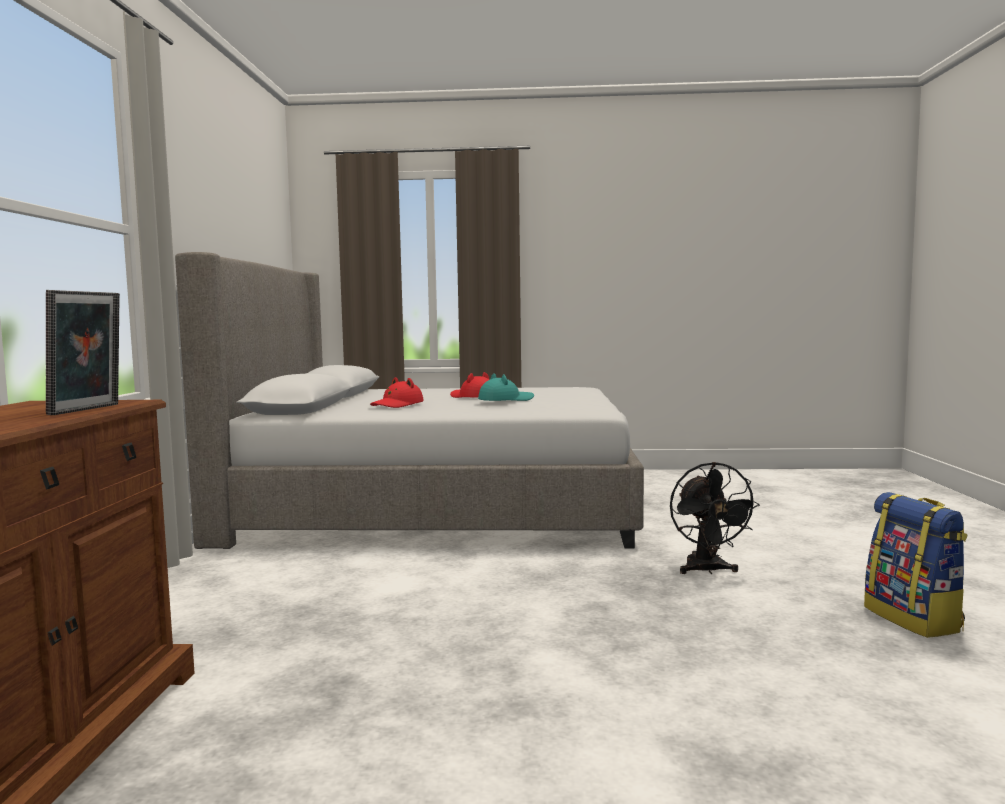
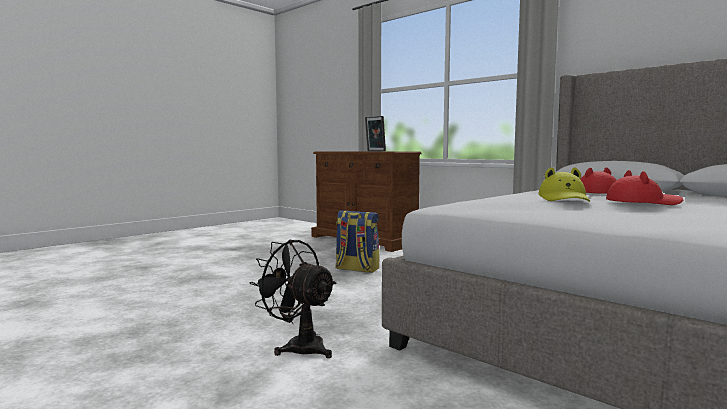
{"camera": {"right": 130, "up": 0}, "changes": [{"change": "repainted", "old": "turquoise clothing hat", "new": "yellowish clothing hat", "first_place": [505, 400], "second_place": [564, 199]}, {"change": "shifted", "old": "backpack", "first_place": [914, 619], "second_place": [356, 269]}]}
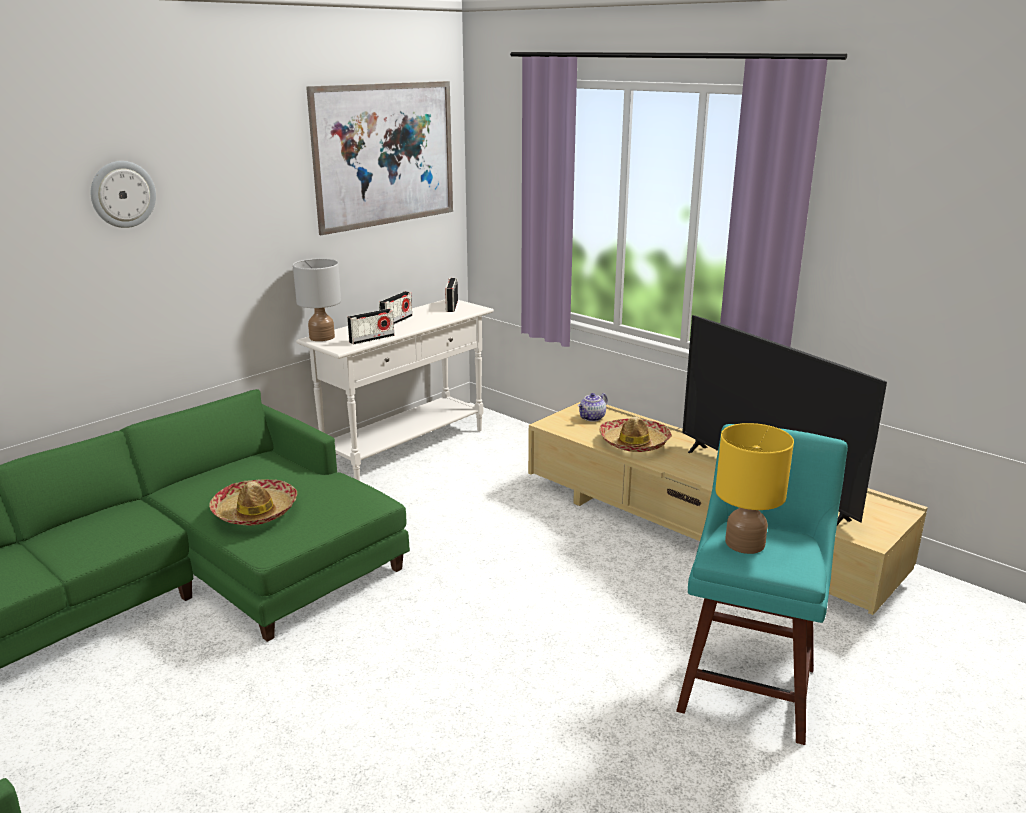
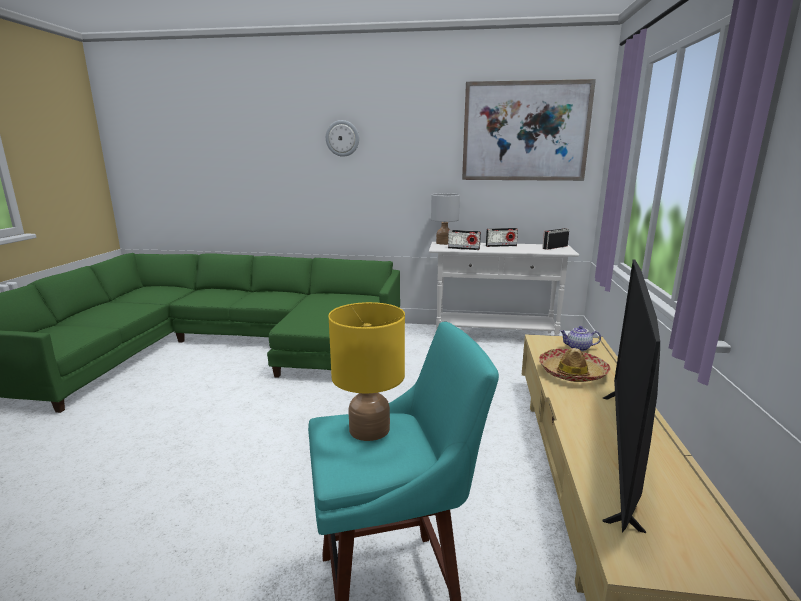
{"camera": {"right": 55, "up": -5}, "changes": [{"change": "gone", "old": "clothing hat", "first_place": [255, 511]}]}
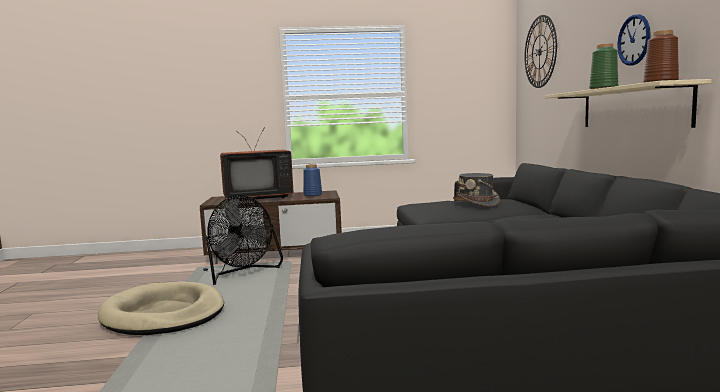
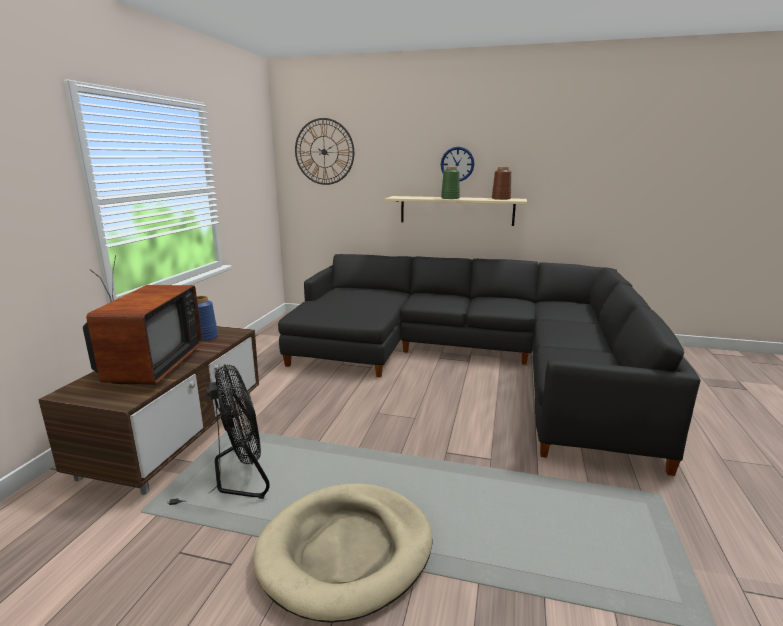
{"camera": {"right": -70, "up": 10}, "changes": [{"change": "gone", "old": "greyish clothing hat", "first_place": [476, 203]}]}
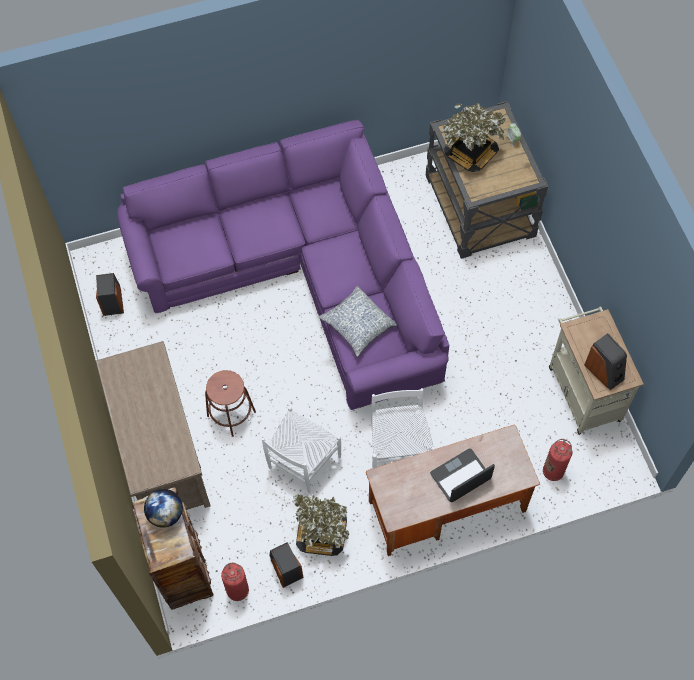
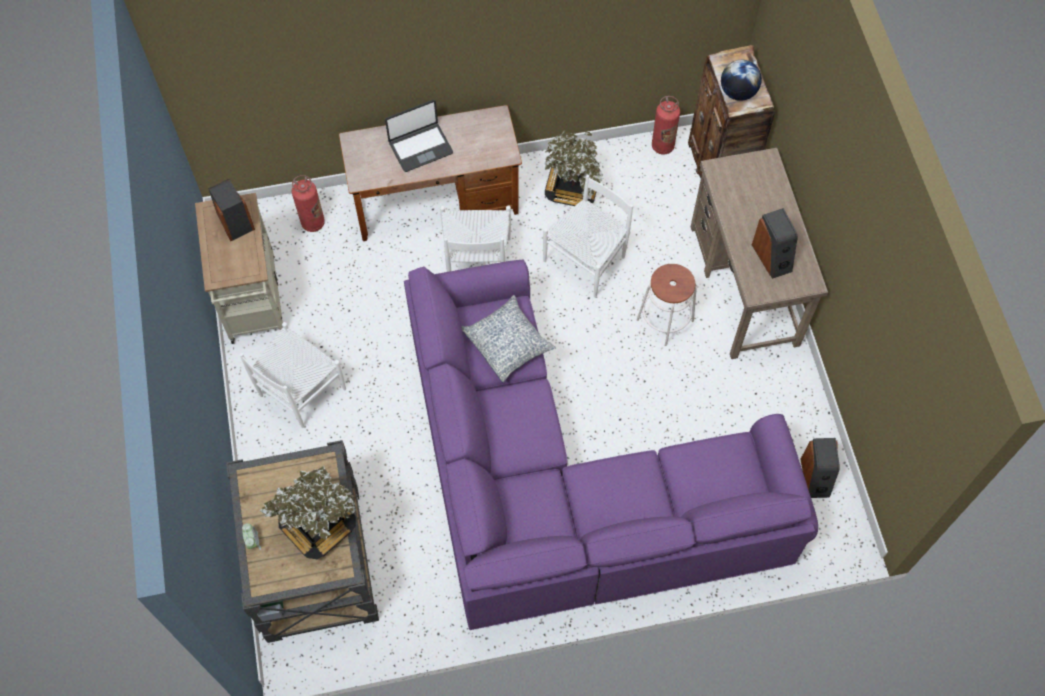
{"camera": {"right": -175, "up": 0}, "changes": [{"change": "repainted", "old": "brown-coloured stool", "new": "white-coloured stool", "first_place": [231, 414], "second_place": [665, 320]}, {"change": "shifted", "old": "audio speaker", "first_place": [285, 567], "second_place": [772, 257]}, {"change": "new", "new": "white-coloured chair", "second_place": [300, 391]}]}
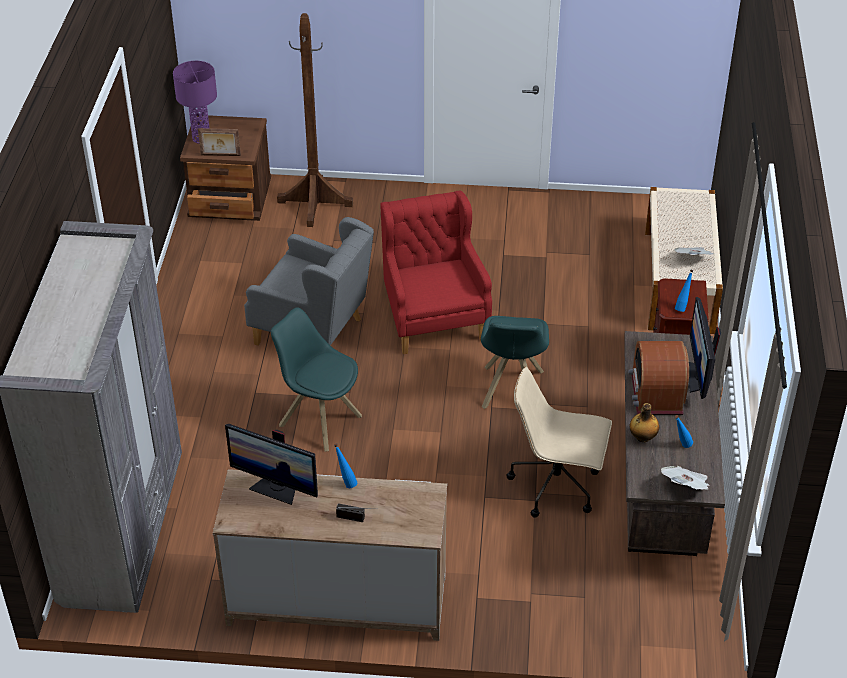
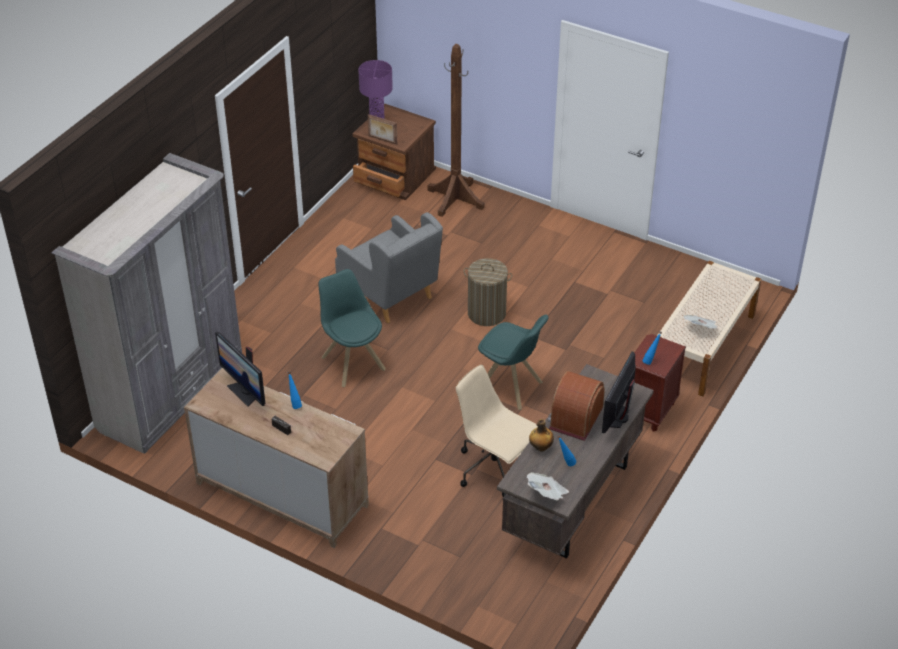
{"camera": {"right": 25, "up": 0}, "changes": [{"change": "swapped", "old": "reddish easy chair", "new": "washing basket", "first_place": [433, 317], "second_place": [487, 313]}, {"change": "rotated", "old": "turquoise chair", "first_place": [512, 390], "second_place": [510, 387], "degrees": -90}]}
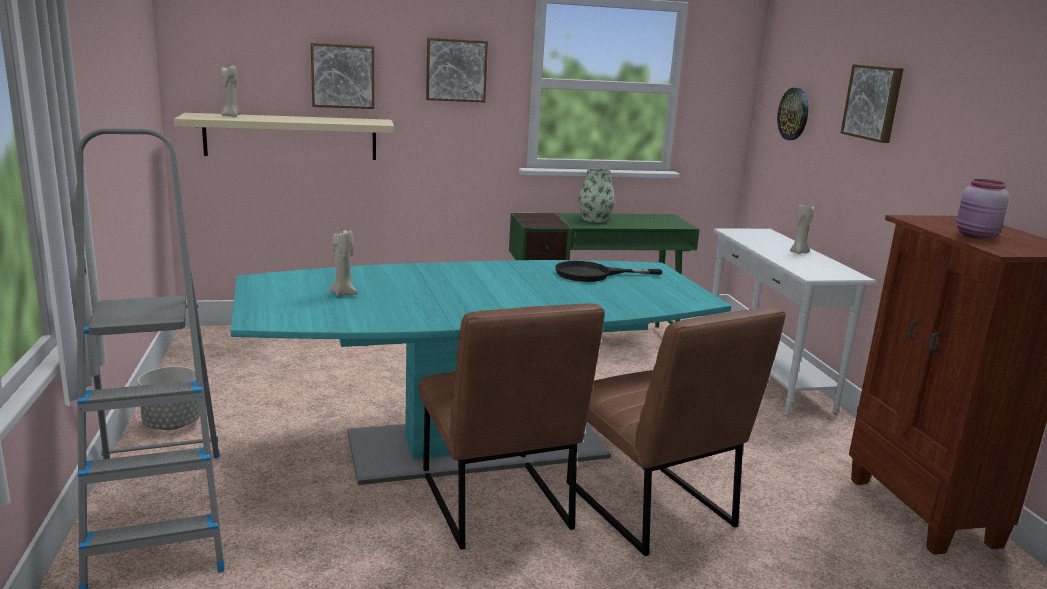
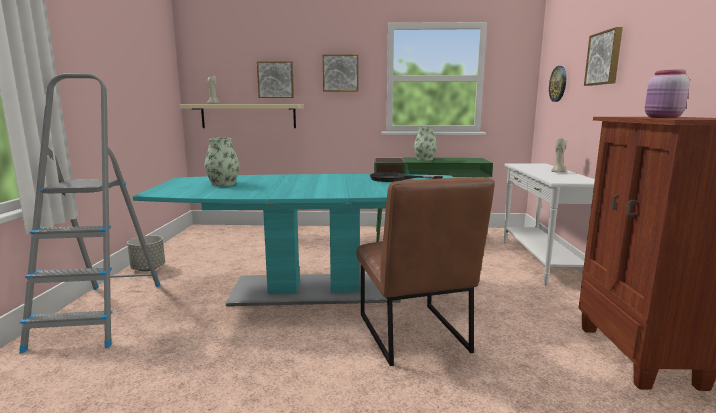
{"camera": {"right": 15, "up": -5}, "changes": [{"change": "swapped", "old": "beige wax candle", "new": "decorative vase", "first_place": [343, 293], "second_place": [223, 184]}, {"change": "gone", "old": "brown-coloured chair", "first_place": [495, 503]}]}
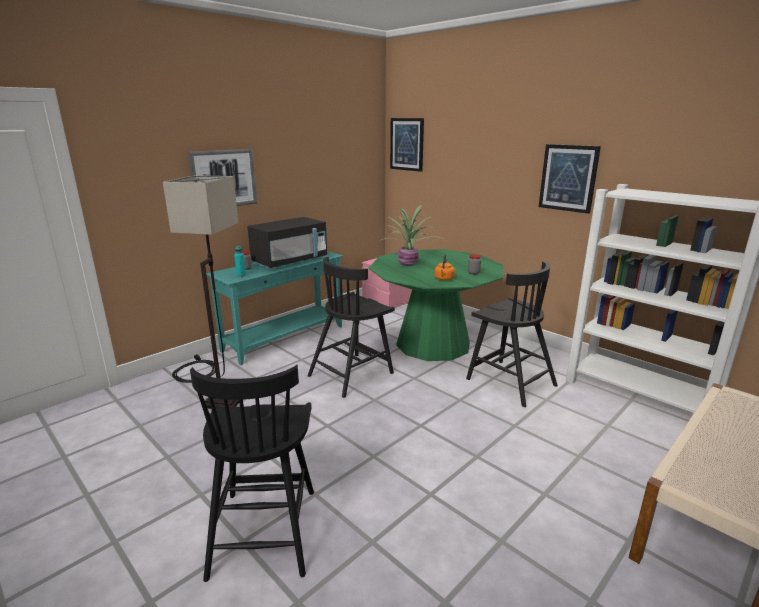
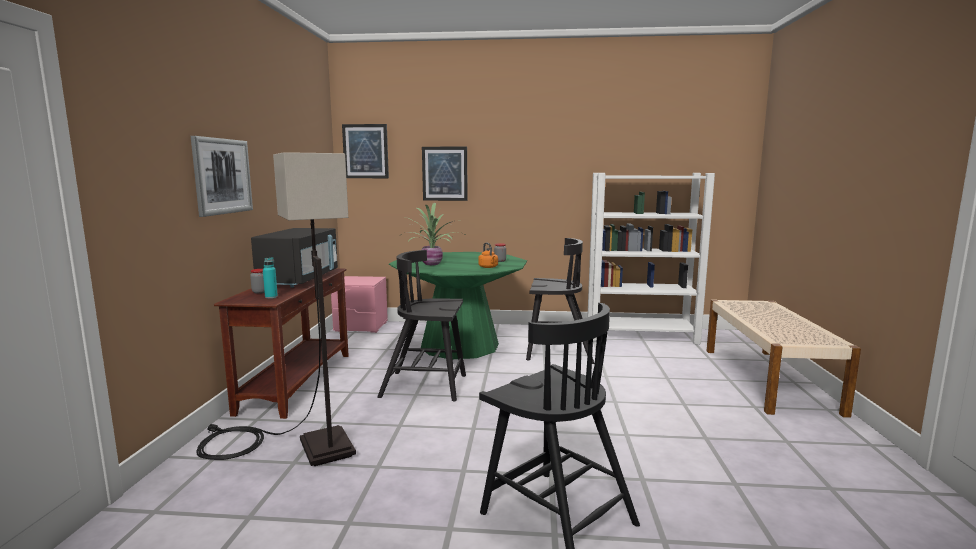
{"camera": {"right": -40, "up": -10}, "changes": [{"change": "shifted", "old": "picture", "first_place": [568, 178], "second_place": [445, 173]}, {"change": "repainted", "old": "turquoise narrow table", "new": "brown-coloured narrow table", "first_place": [284, 338], "second_place": [297, 381]}, {"change": "rotated", "old": "black-coloured chair", "first_place": [352, 373], "second_place": [426, 386], "degrees": 90}]}
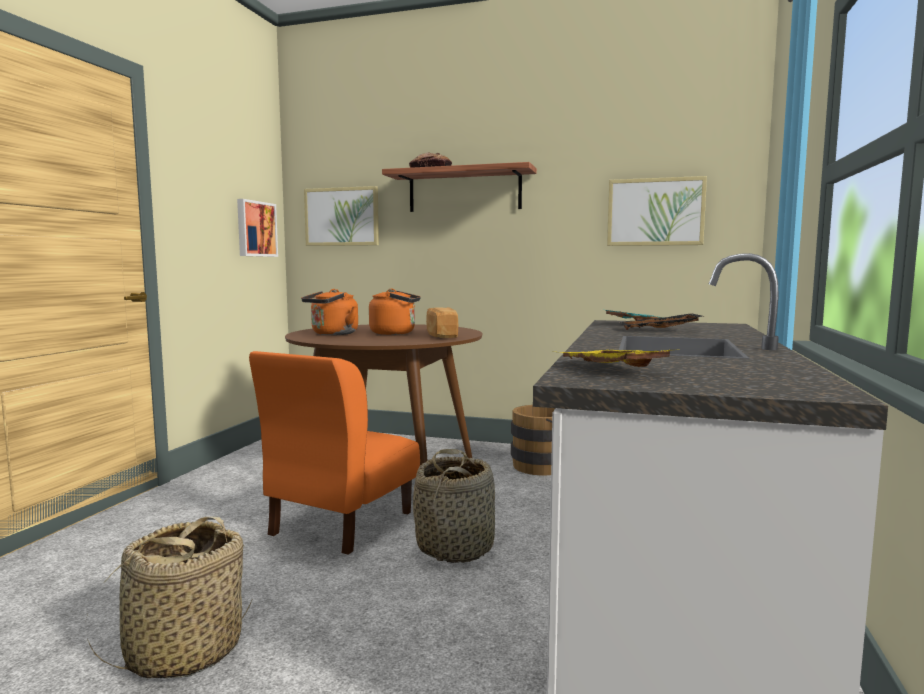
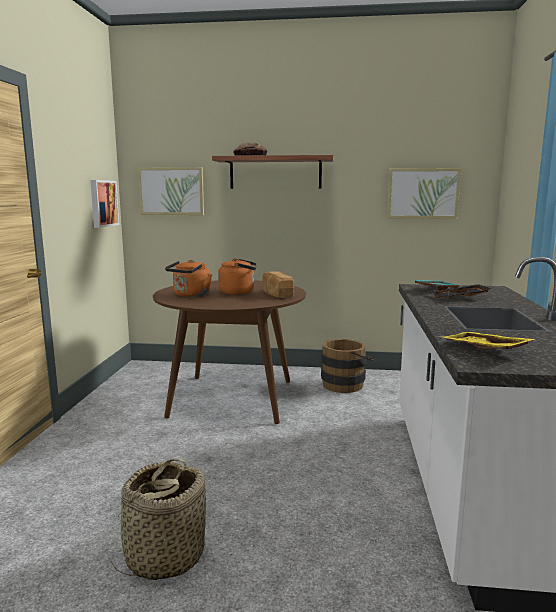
{"camera": {"right": -10, "up": 5}, "changes": [{"change": "gone", "old": "orangey chair", "first_place": [340, 523]}, {"change": "gone", "old": "basket", "first_place": [455, 546]}]}
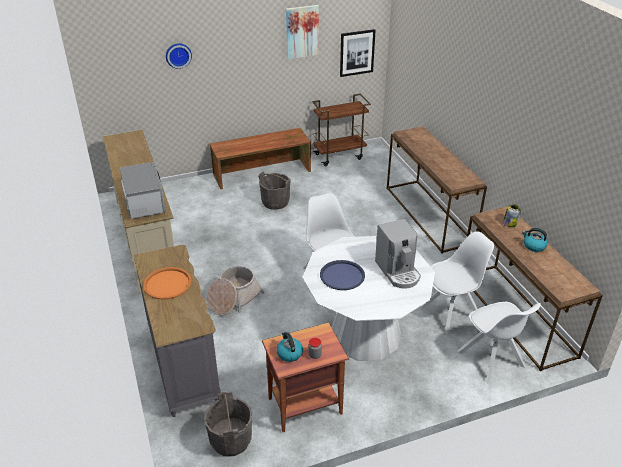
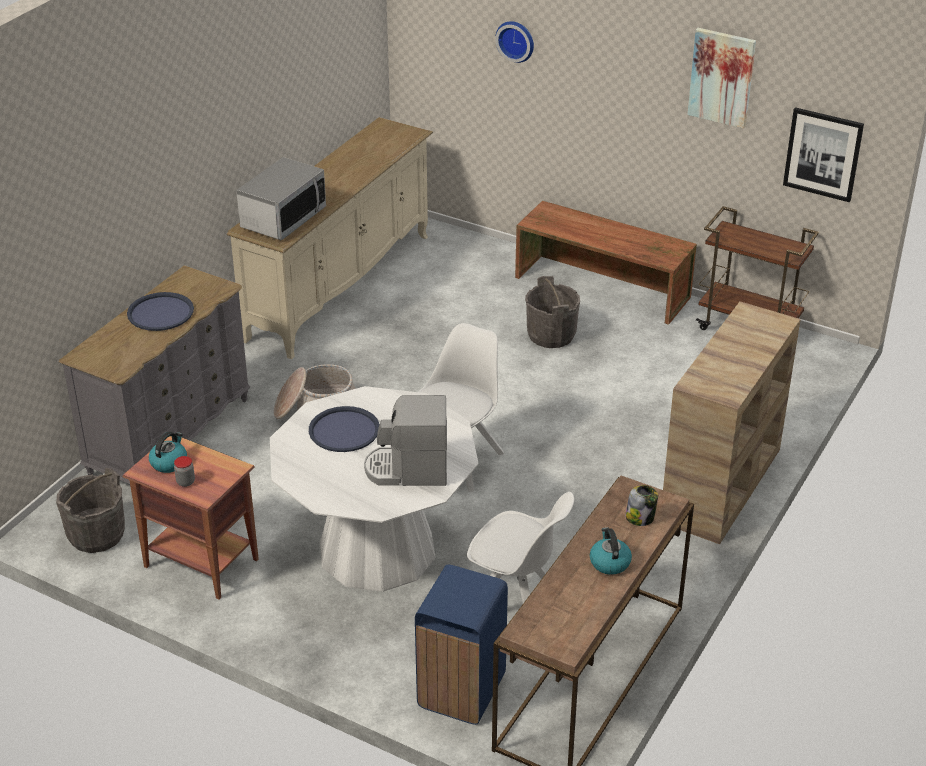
{"camera": {"right": 50, "up": 0}, "changes": [{"change": "swapped", "old": "brown-coloured narrow table", "new": "brown-coloured bookshelf", "first_place": [429, 215], "second_place": [722, 485]}, {"change": "rotated", "old": "coffee maker", "first_place": [398, 271], "second_place": [408, 470], "degrees": 60}, {"change": "repainted", "old": "orangey carrying tray", "new": "blue-coloured carrying tray", "first_place": [167, 284], "second_place": [160, 313]}, {"change": "swapped", "old": "white-coloured chair", "new": "blue-coloured waste bin", "first_place": [491, 360], "second_place": [460, 691]}]}
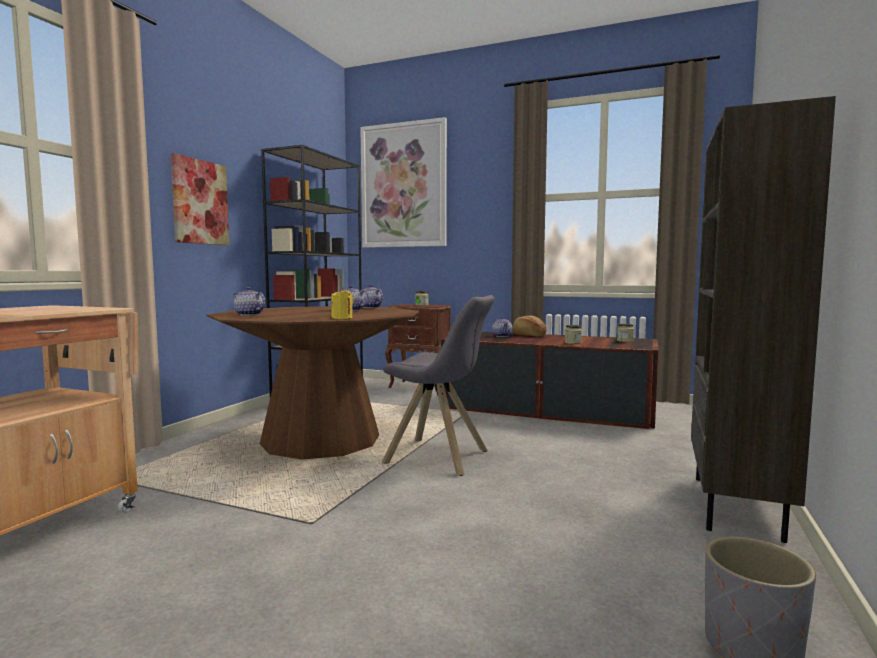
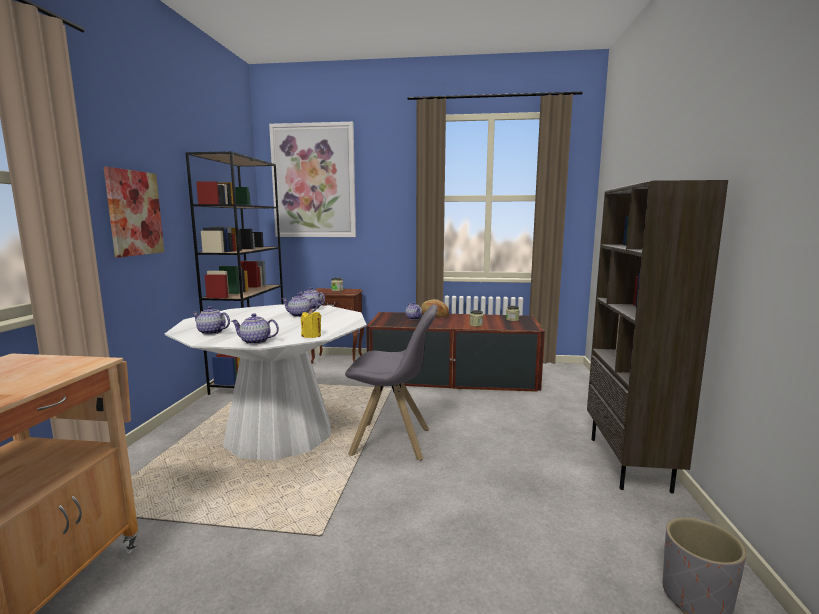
{"camera": {"right": -15, "up": 5}, "changes": [{"change": "repainted", "old": "brown-coloured kitchen table", "new": "white-coloured kitchen table", "first_place": [320, 440], "second_place": [279, 434]}, {"change": "new", "new": "tea pot", "second_place": [255, 342]}]}
